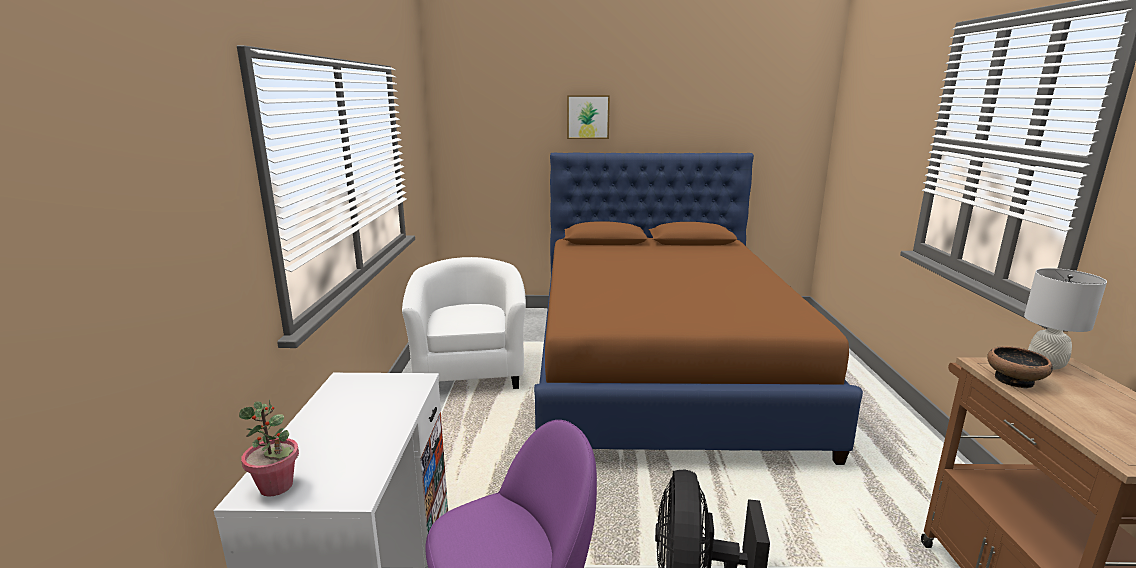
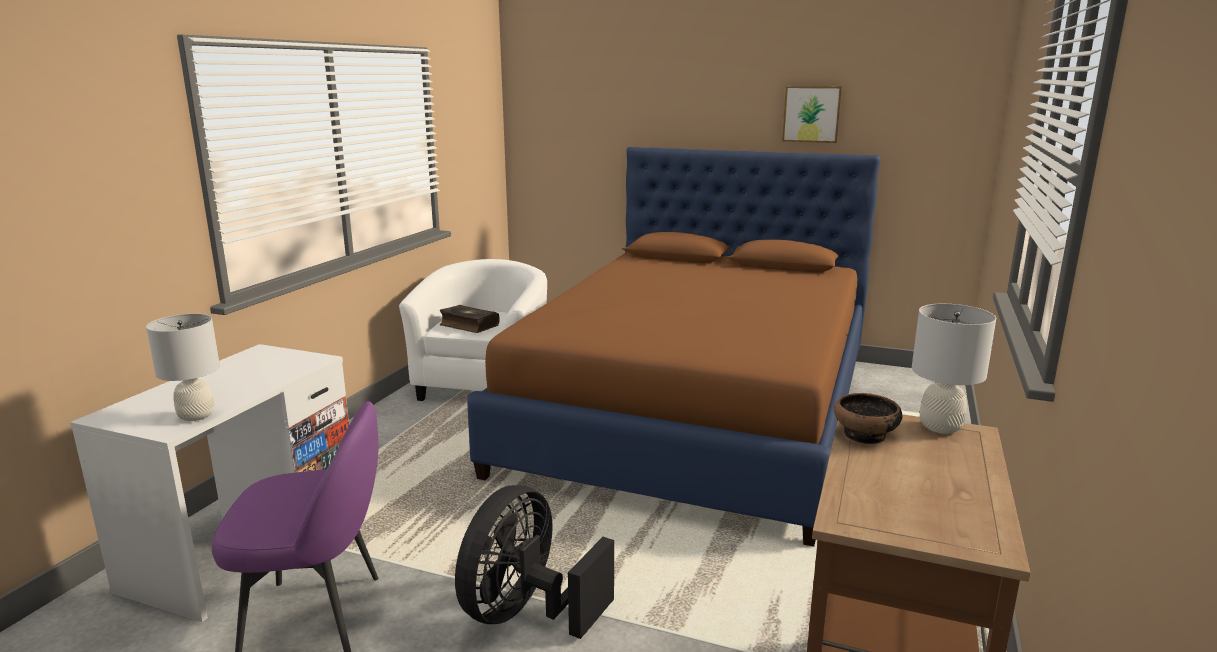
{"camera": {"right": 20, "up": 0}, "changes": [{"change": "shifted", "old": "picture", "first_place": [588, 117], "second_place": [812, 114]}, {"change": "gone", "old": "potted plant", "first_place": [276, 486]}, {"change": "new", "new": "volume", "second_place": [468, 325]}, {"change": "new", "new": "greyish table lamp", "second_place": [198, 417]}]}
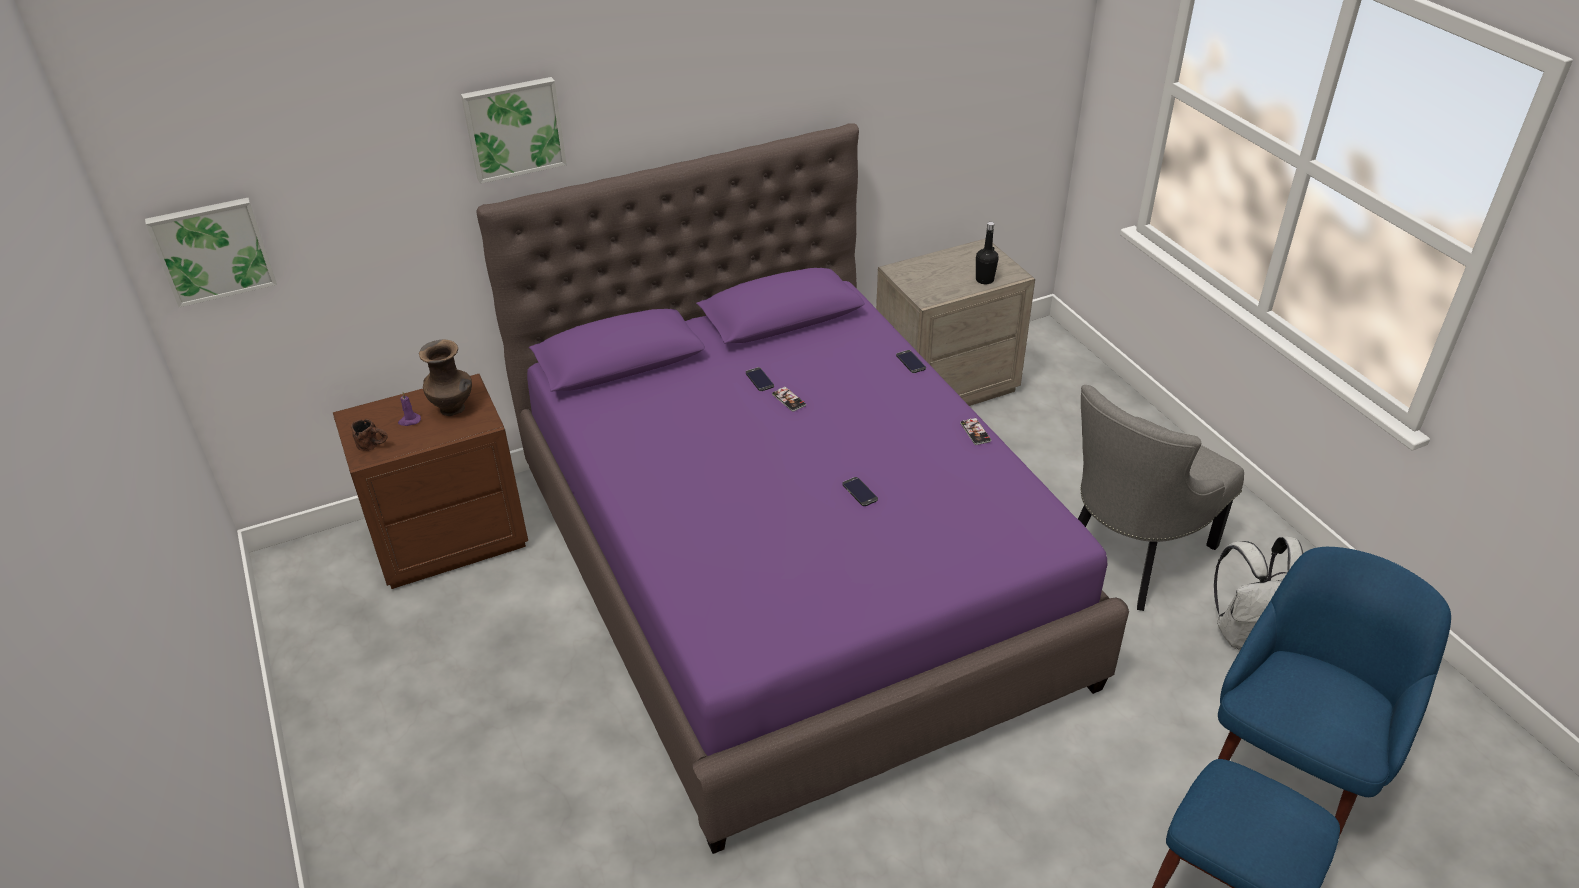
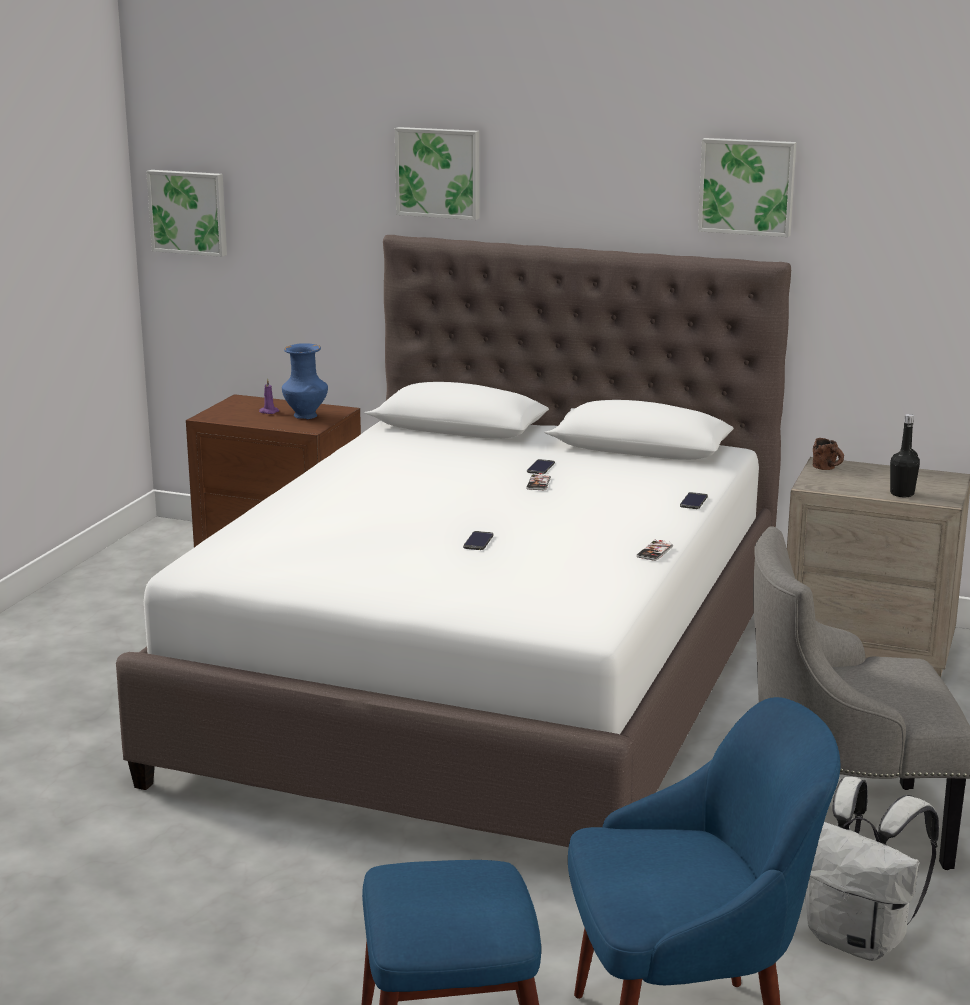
{"camera": {"right": 45, "up": -20}, "changes": [{"change": "repainted", "old": "purple-coloured bed", "new": "white-coloured bed", "first_place": [791, 572], "second_place": [486, 686]}, {"change": "repainted", "old": "brown-coloured decorative vase", "new": "blue-coloured decorative vase", "first_place": [454, 409], "second_place": [306, 416]}, {"change": "shifted", "old": "brown-coloured coffee mug", "first_place": [374, 445], "second_place": [828, 469]}, {"change": "new", "new": "picture", "second_place": [747, 186]}]}
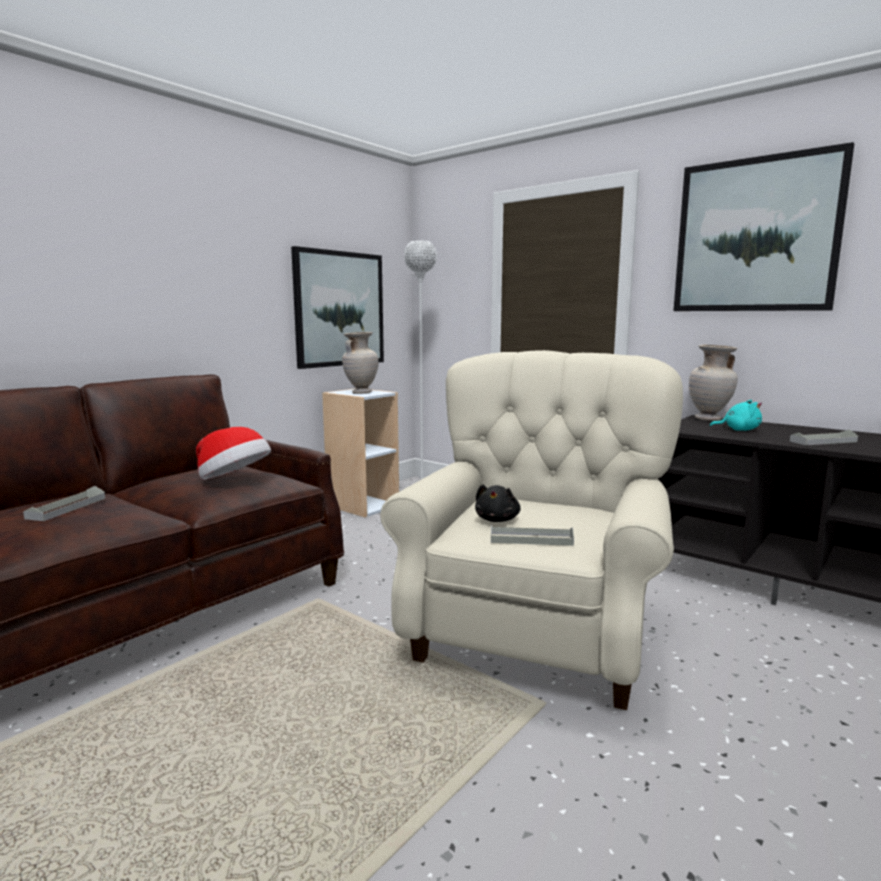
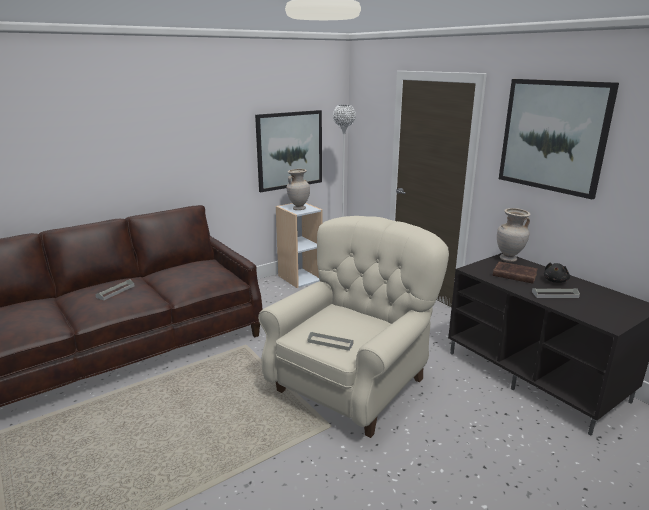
{"camera": {"right": 15, "up": 10}, "changes": [{"change": "swapped", "old": "turquoise plush toy", "new": "brown-coloured volume", "first_place": [738, 430], "second_place": [513, 275]}, {"change": "gone", "old": "clothing hat", "first_place": [234, 480]}, {"change": "shifted", "old": "black-coloured plush toy", "first_place": [497, 519], "second_place": [555, 281]}]}
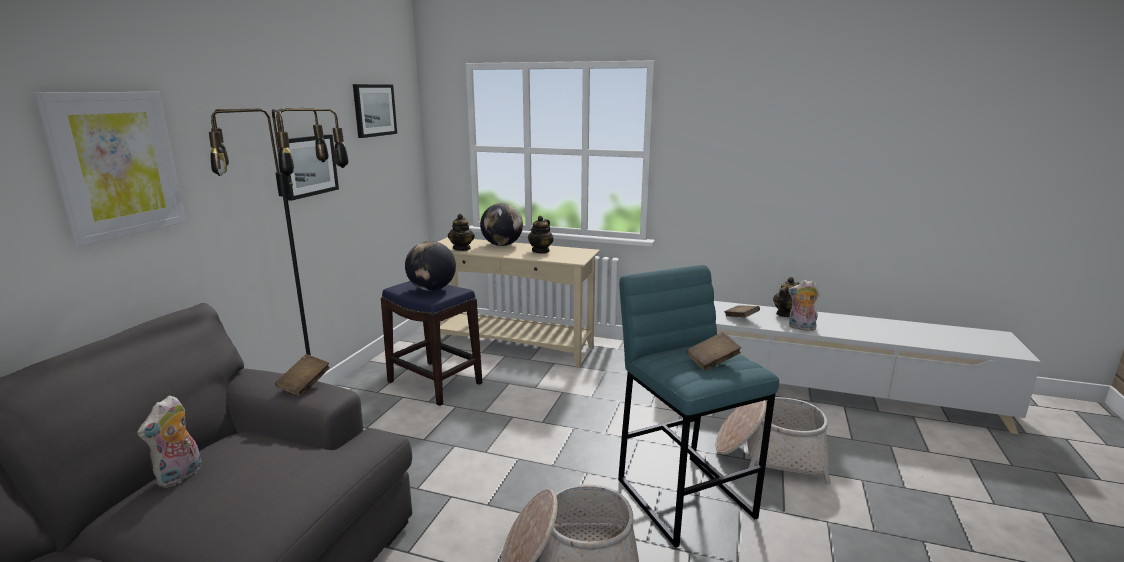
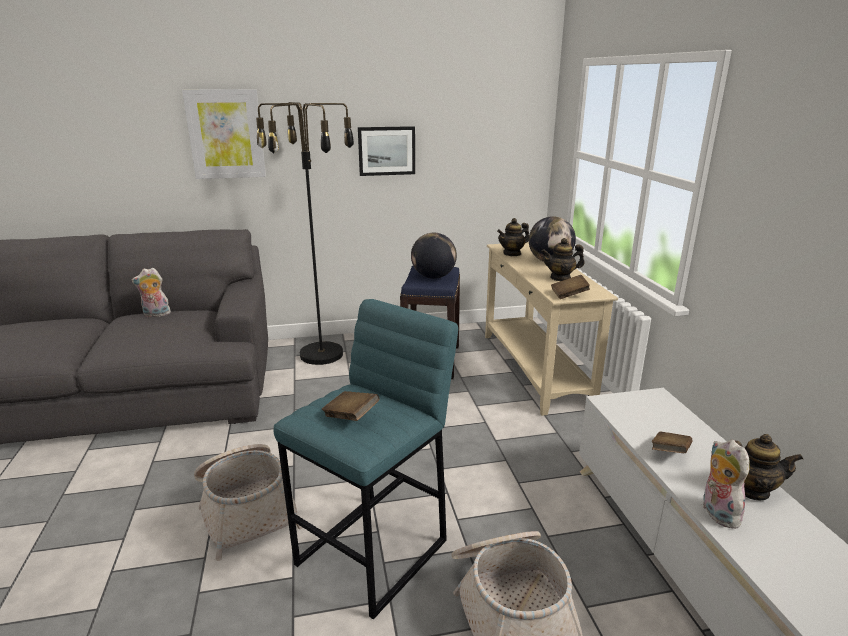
{"camera": {"right": 60, "up": 5}, "changes": [{"change": "gone", "old": "picture", "first_place": [374, 110]}, {"change": "shifted", "old": "brown-coloured volume", "first_place": [305, 385], "second_place": [569, 295]}]}
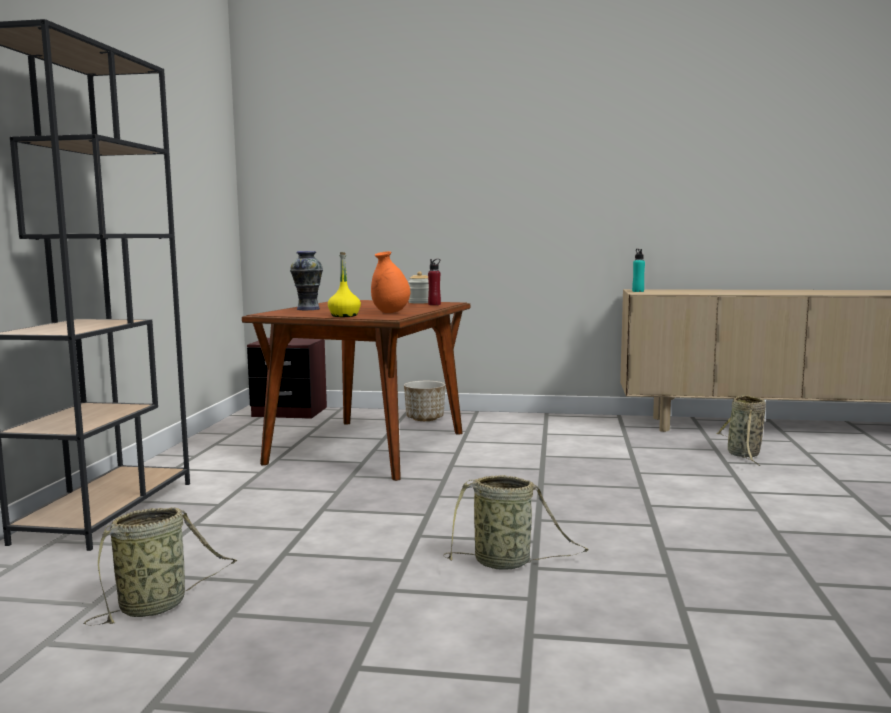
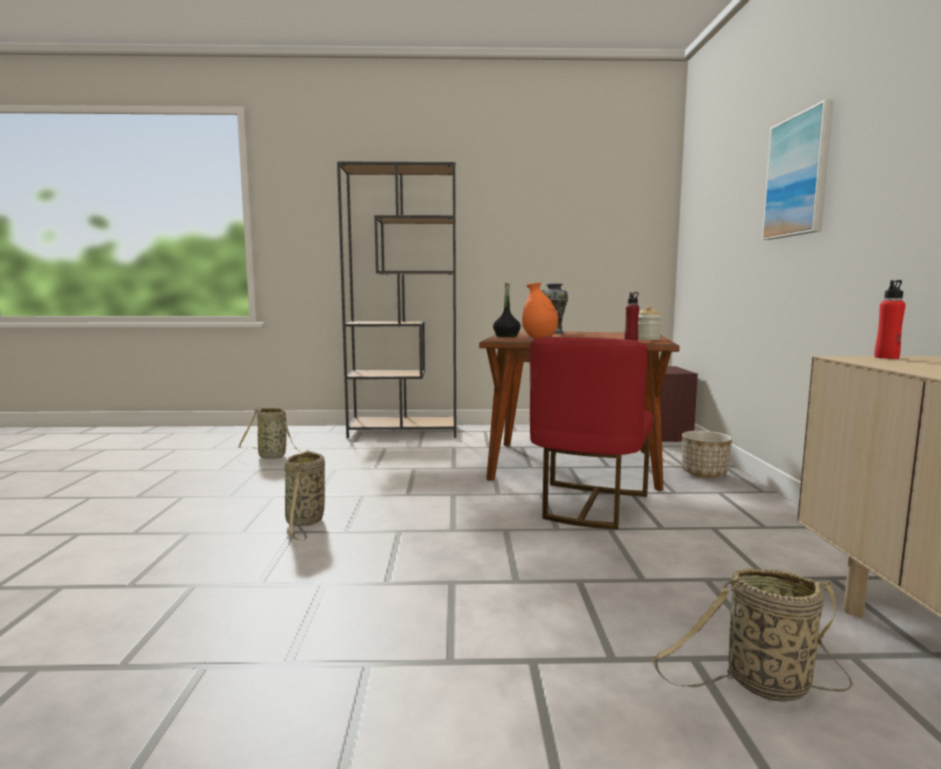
{"camera": {"right": 80, "up": 0}, "changes": [{"change": "repainted", "old": "turquoise bottle", "new": "reddish bottle", "first_place": [638, 291], "second_place": [886, 357]}, {"change": "repainted", "old": "yellowish bottle", "new": "black-coloured bottle", "first_place": [344, 315], "second_place": [506, 336]}, {"change": "new", "new": "picture", "second_place": [798, 176]}, {"change": "new", "new": "reddish chair", "second_place": [588, 505]}]}
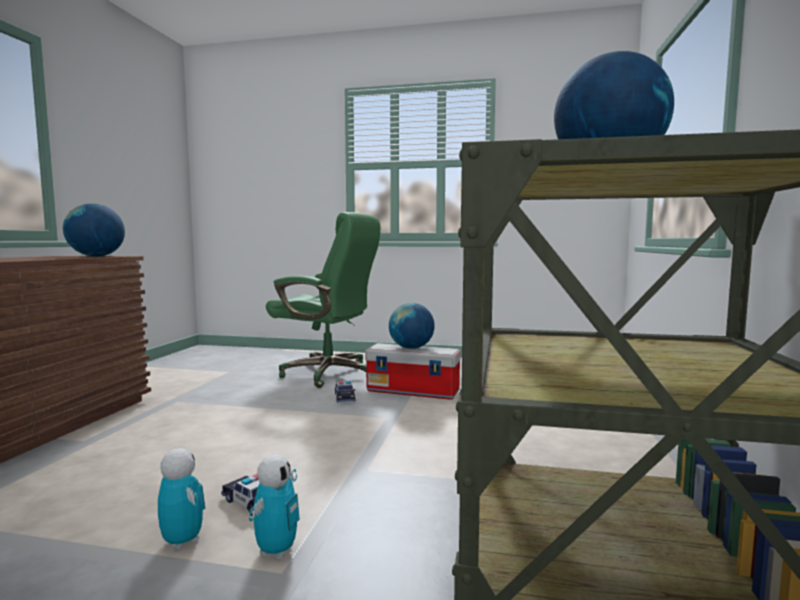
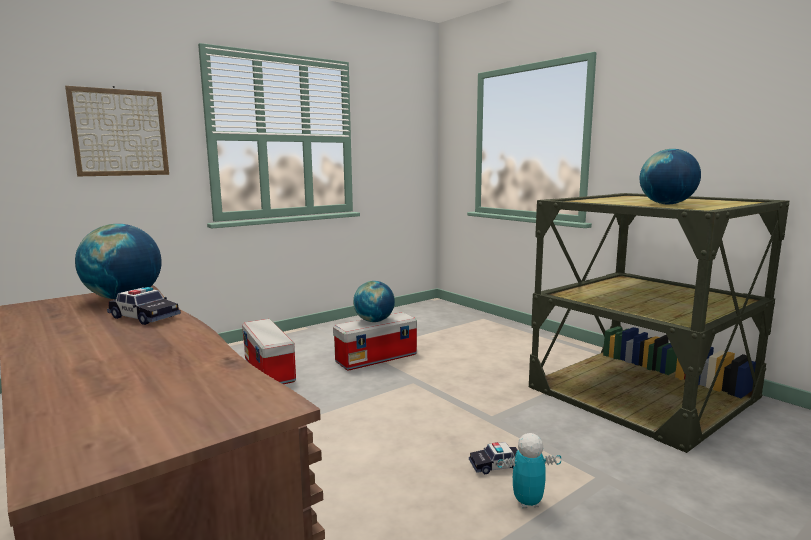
{"camera": {"right": -50, "up": 5}, "changes": [{"change": "swapped", "old": "greenish office chair", "new": "storage container", "first_place": [326, 374], "second_place": [270, 370]}, {"change": "shifted", "old": "model car", "first_place": [344, 397], "second_place": [144, 317]}, {"change": "gone", "old": "model robot", "first_place": [276, 550]}, {"change": "new", "new": "picture", "second_place": [119, 131]}]}
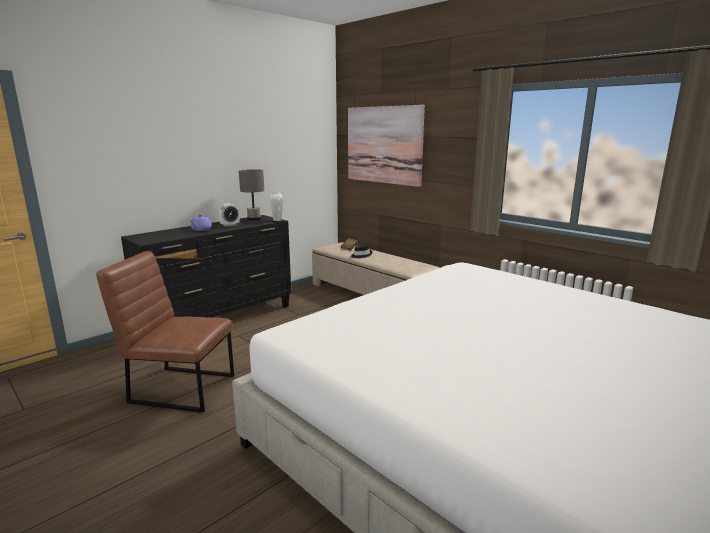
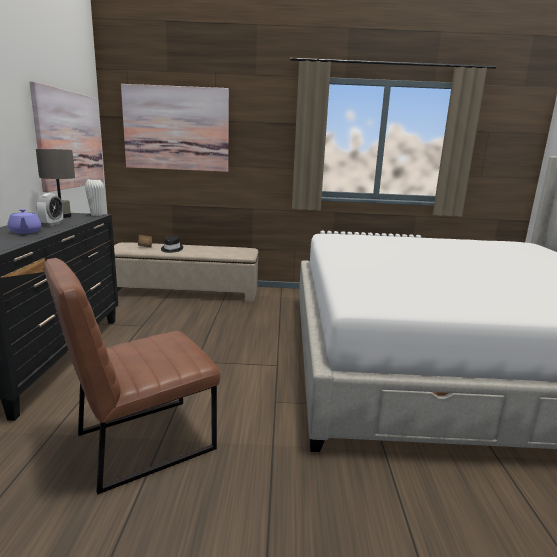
{"camera": {"right": -45, "up": 0}, "changes": [{"change": "new", "new": "picture", "second_place": [70, 140]}]}
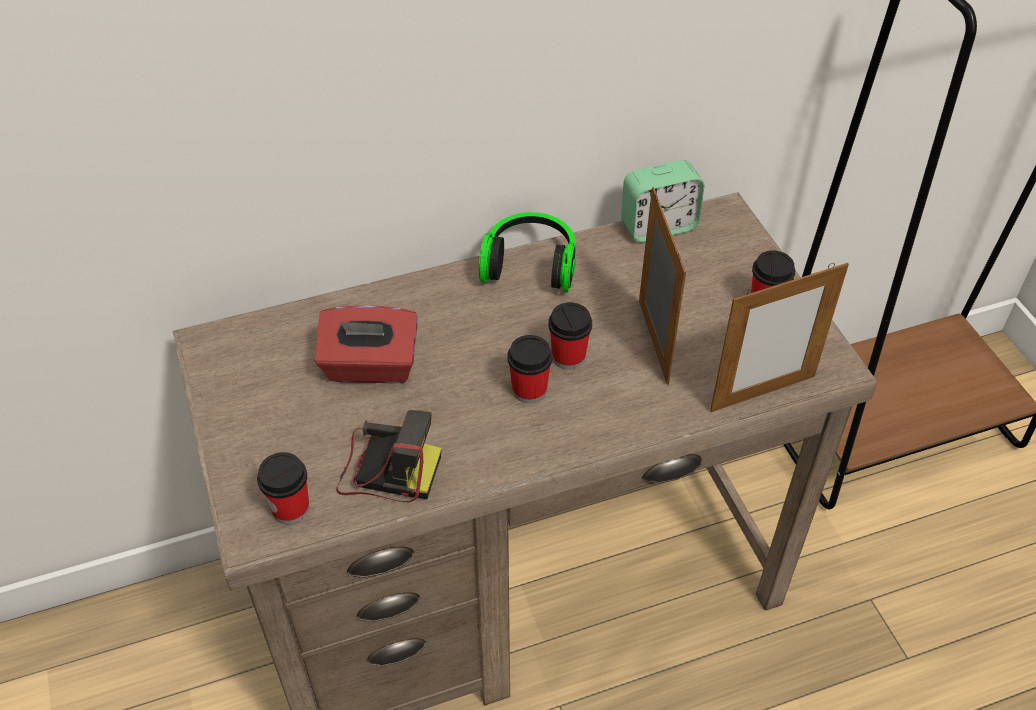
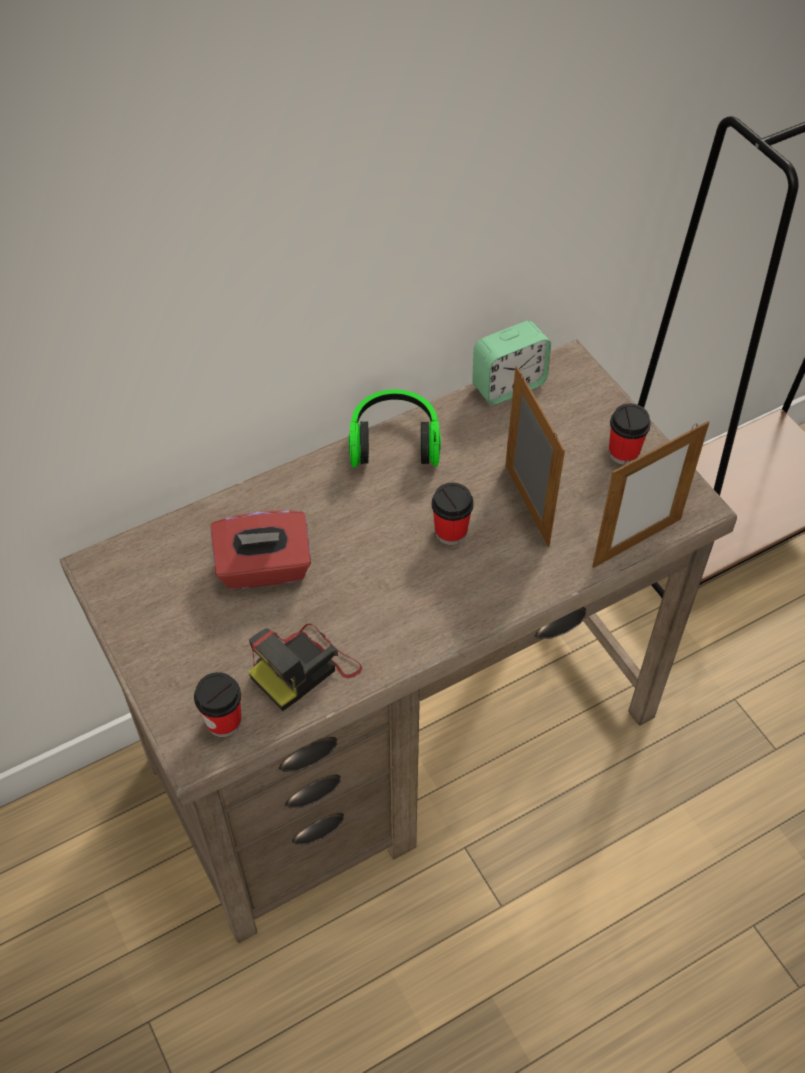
{"camera": {"right": -10, "up": 5}, "changes": [{"change": "gone", "old": "drinking cup", "first_place": [529, 390]}, {"change": "rotated", "old": "still camera", "first_place": [386, 469], "second_place": [304, 668], "degrees": 135}]}
